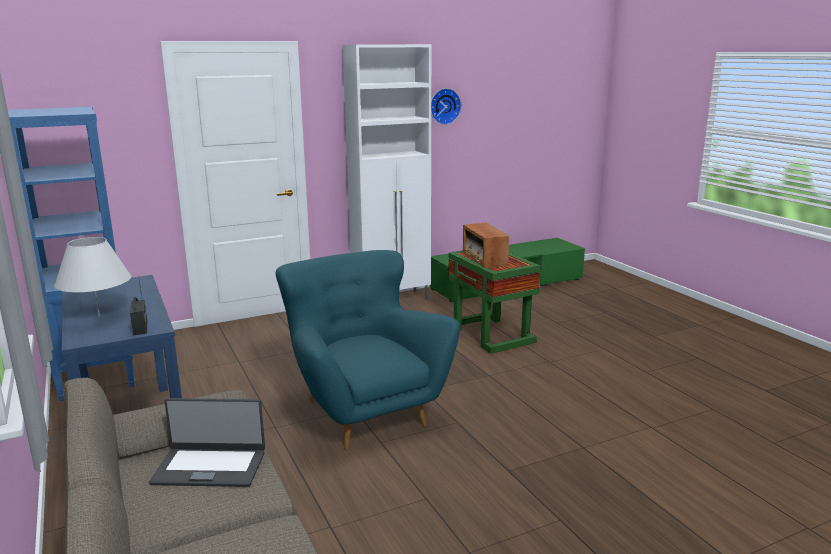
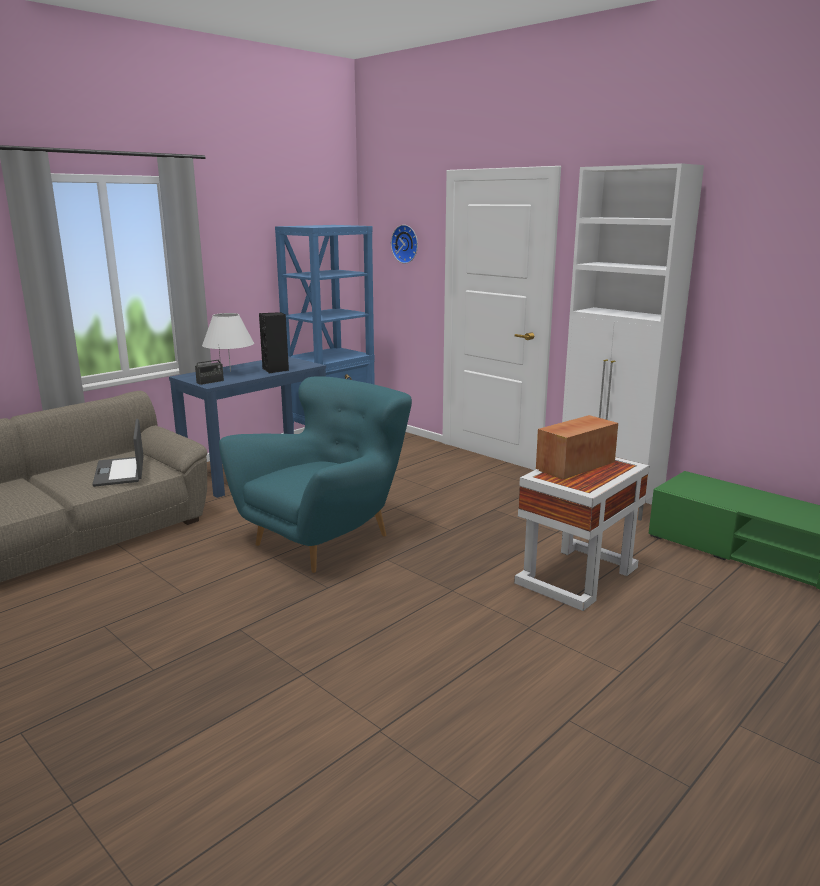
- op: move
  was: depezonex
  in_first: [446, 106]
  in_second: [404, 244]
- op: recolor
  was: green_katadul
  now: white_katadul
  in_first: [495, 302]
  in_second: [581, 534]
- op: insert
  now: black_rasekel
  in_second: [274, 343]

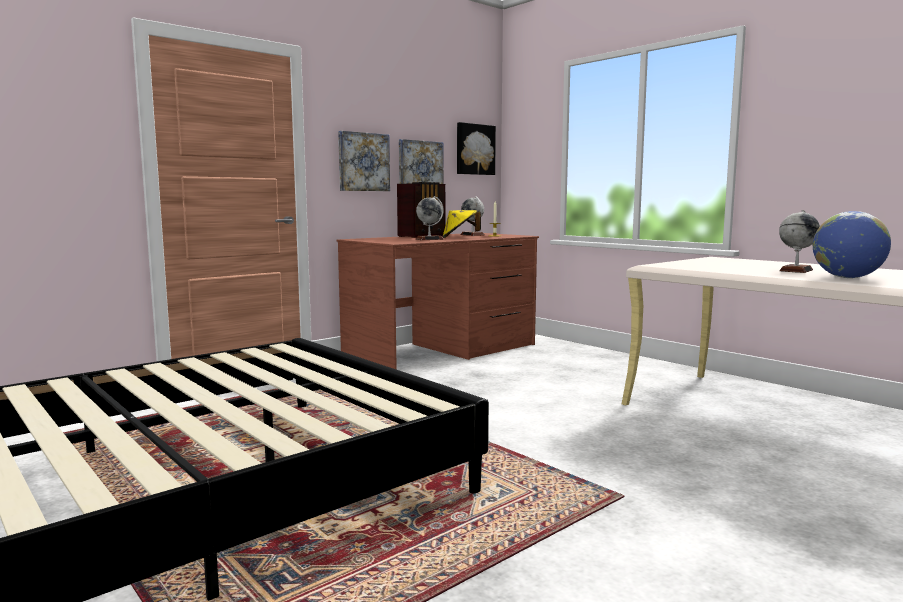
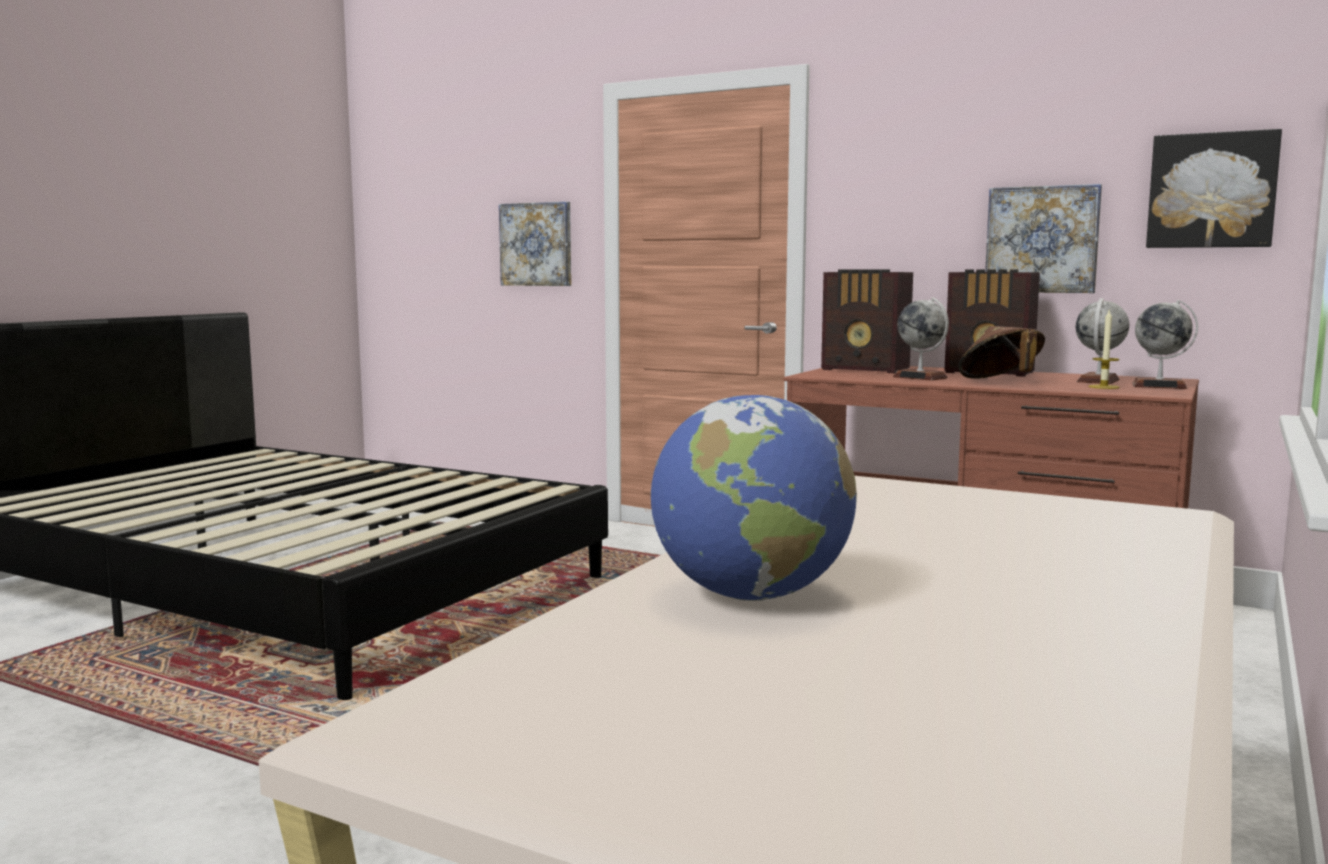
- op: move
  was: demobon
  in_first: [364, 161]
  in_second: [535, 244]
- op: recolor
  was: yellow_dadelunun
  now: brown_dadelunun
  in_first: [462, 224]
  in_second: [1002, 352]
- op: move
  was: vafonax
  in_first: [799, 241]
  in_second: [1165, 344]
- op: insert
  now: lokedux
  in_second: [867, 321]

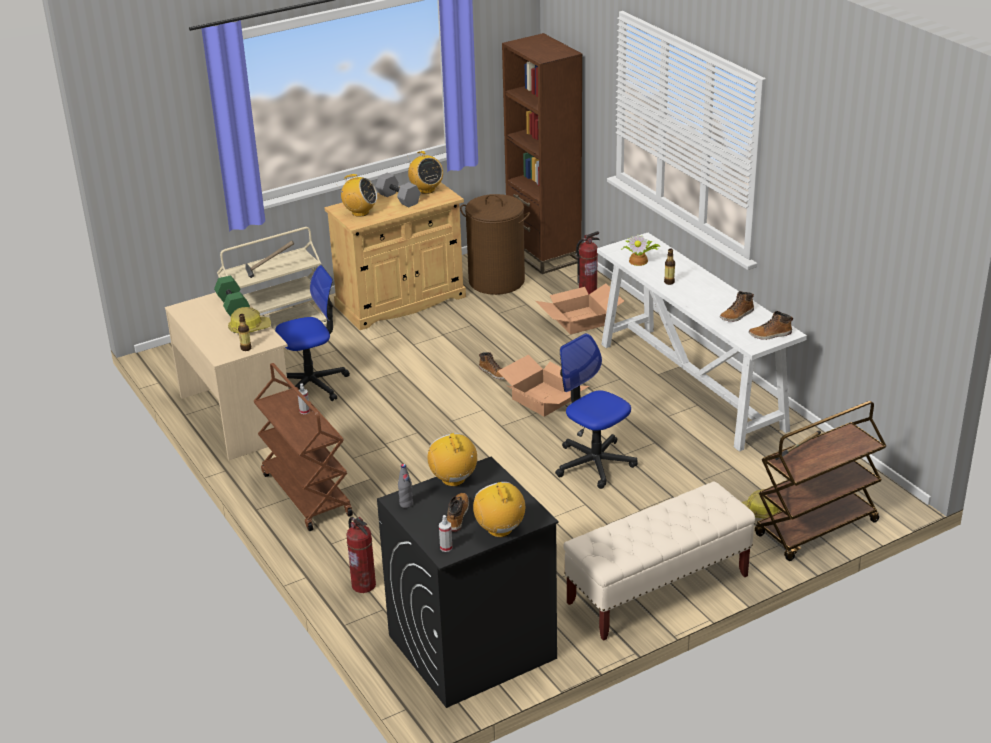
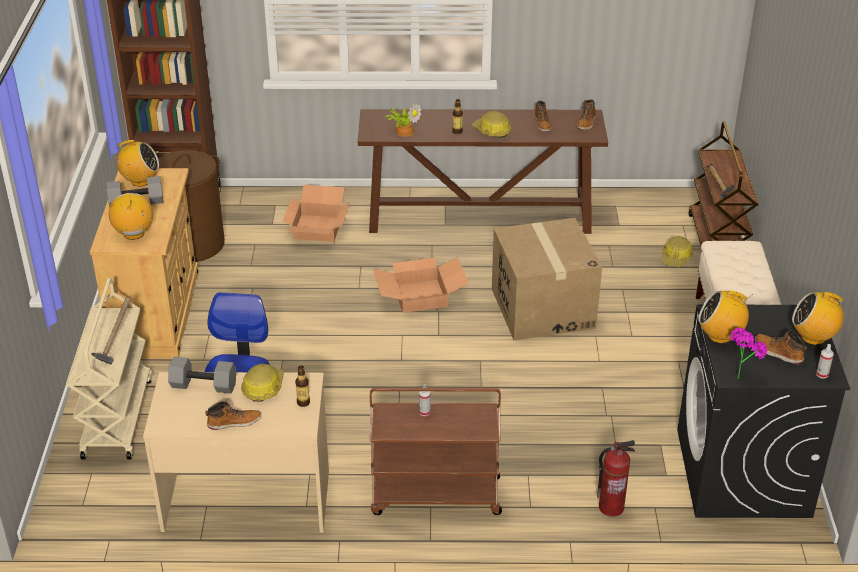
- op: rotate
  was: lokedux
  in_first: [356, 195]
  in_second: [131, 216]
  clockwise: -60
- op: delete
  was: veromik
  in_first: [588, 262]
- op: recolor
  was: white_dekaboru
  now: brown_dekaboru
  in_first: [702, 342]
  in_second: [483, 171]
- op: recolor
  was: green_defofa
  now: grey_defofa
  in_first: [232, 296]
  in_second: [202, 375]
- op: replace
  was: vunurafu
  now: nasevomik
  in_first: [596, 411]
  in_second: [547, 279]
- op: move
  was: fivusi
  in_first: [492, 365]
  in_second: [233, 416]
- op: replace
  was: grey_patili
  now: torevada
  in_first: [405, 486]
  in_second: [748, 353]
- op: insert
  now: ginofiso
  in_second: [491, 124]

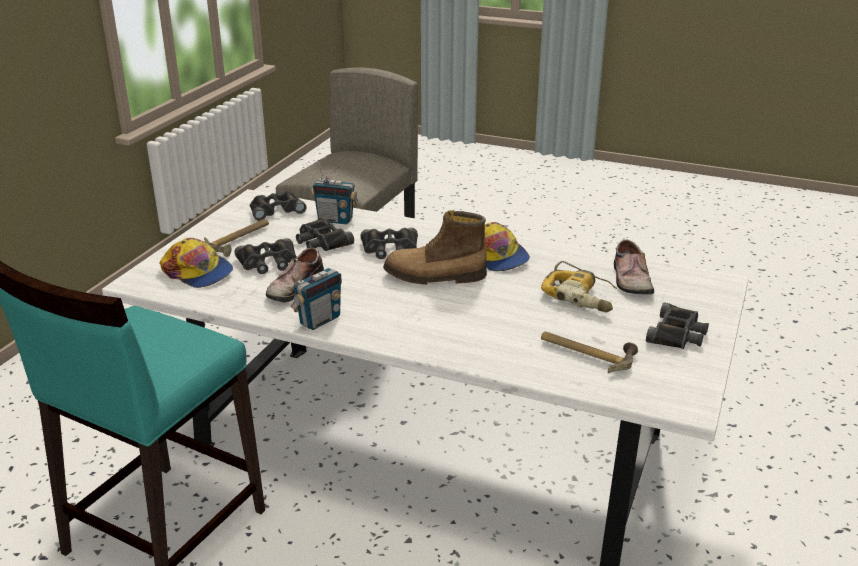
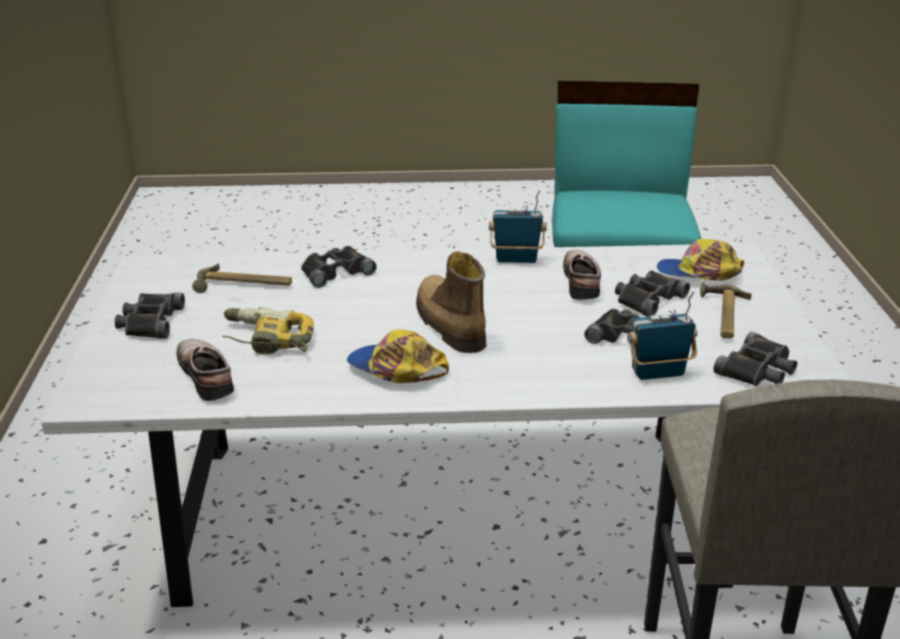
- op: rotate
  was: fivusi
  in_first: [435, 247]
  in_second: [451, 302]
  clockwise: -90
- op: move
  was: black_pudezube
  in_first: [389, 243]
  in_second: [339, 267]
- op: rotate
  was: lokedux
  in_first: [316, 294]
  in_second: [518, 226]
  clockwise: 75

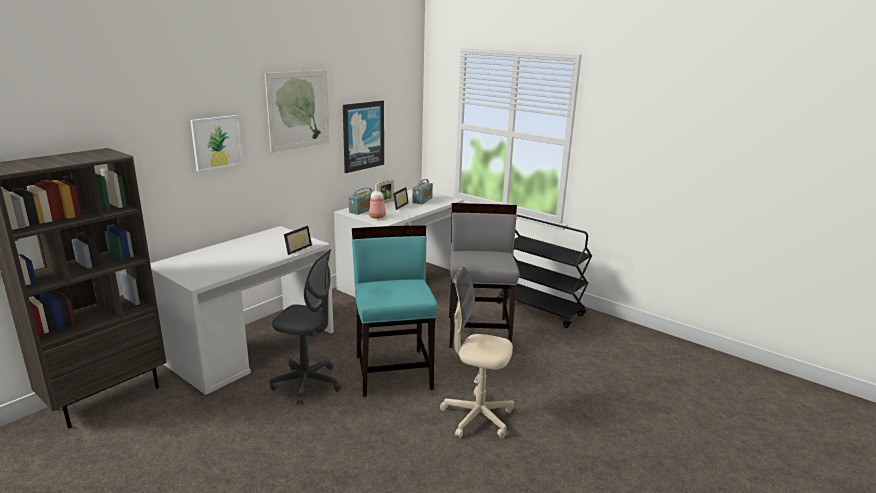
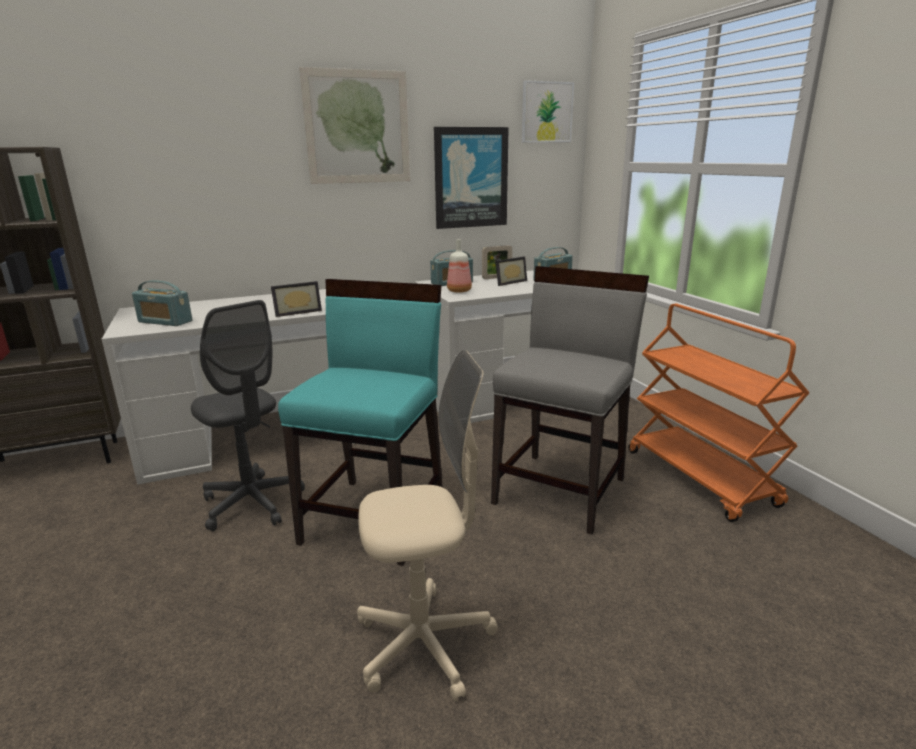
- op: move
  was: demobon
  in_first: [216, 143]
  in_second: [548, 111]
- op: recolor
  was: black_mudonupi
  now: orange_mudonupi
  in_first: [544, 271]
  in_second: [719, 413]
- op: rotate
  was: beige_vunurafu
  in_first: [477, 352]
  in_second: [427, 525]
  clockwise: 120
- op: insert
  now: lokedux
  in_second: [162, 303]

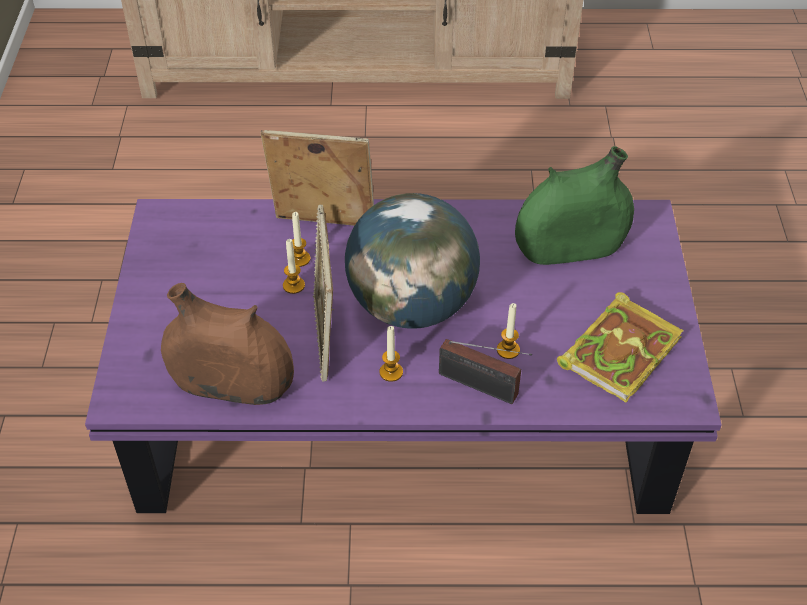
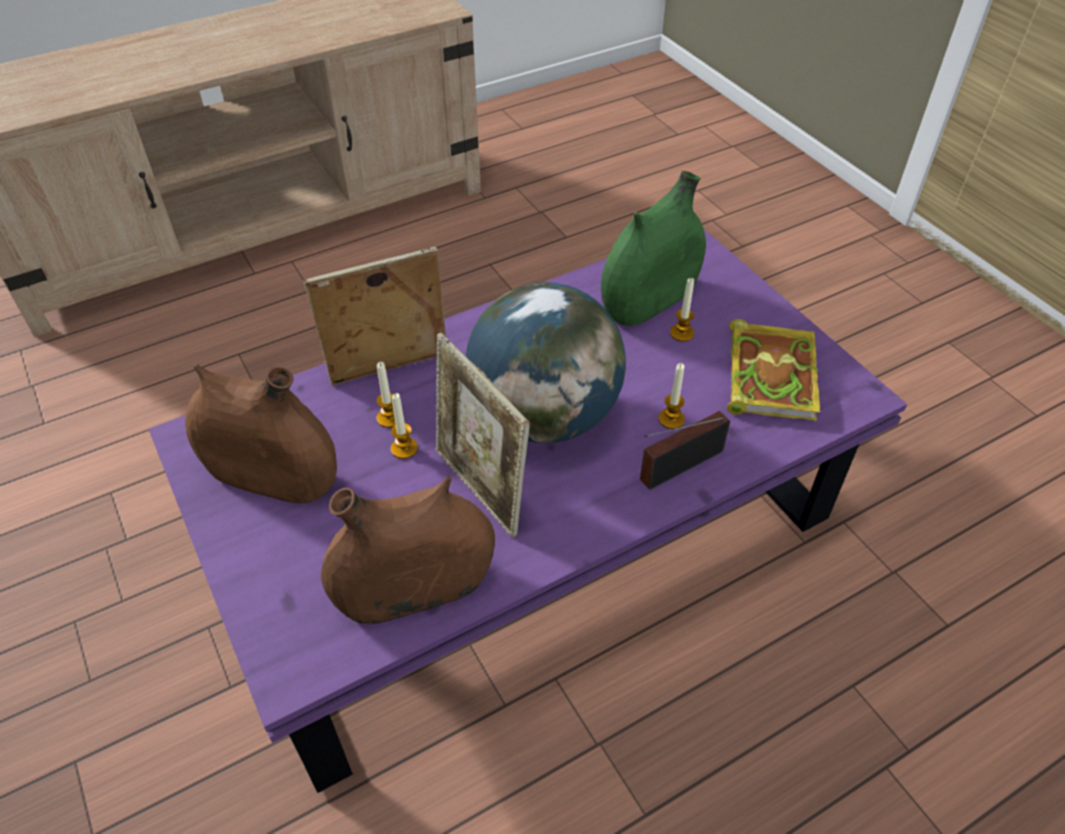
- op: move
  was: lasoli
  in_first: [391, 354]
  in_second: [682, 310]
- op: rotate
  was: lokedux
  in_first: [485, 371]
  in_second: [685, 450]
  clockwise: 150
- op: insert
  now: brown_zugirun
  in_second: [261, 434]

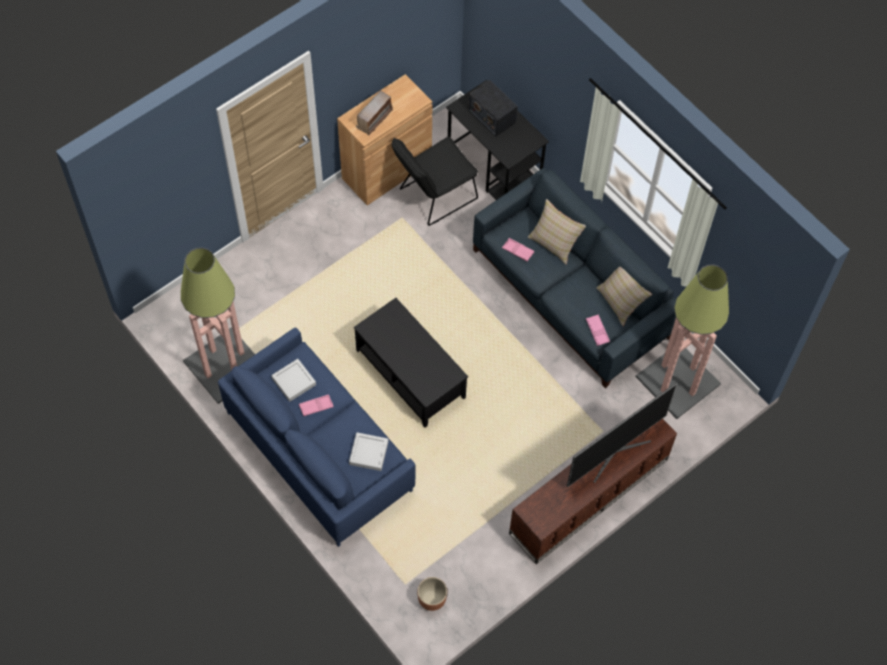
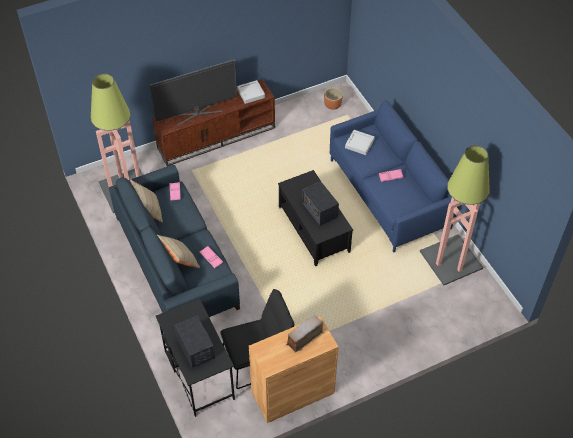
- op: move
  was: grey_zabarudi
  in_first: [293, 380]
  in_second: [251, 92]
- op: insert
  now: lokedux
  in_second: [320, 203]

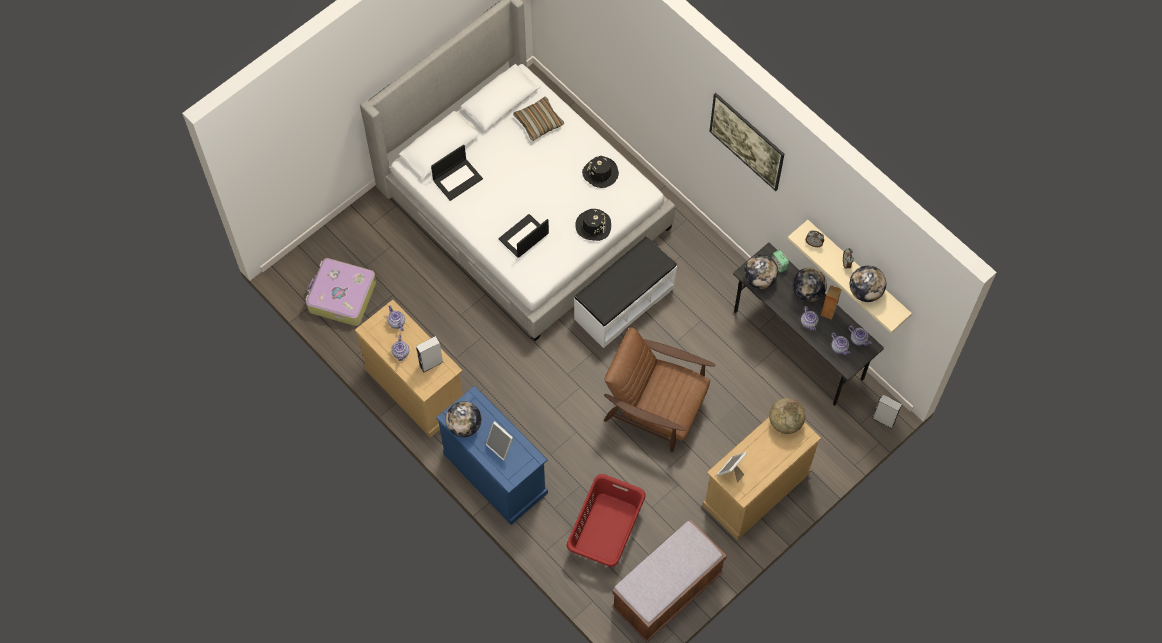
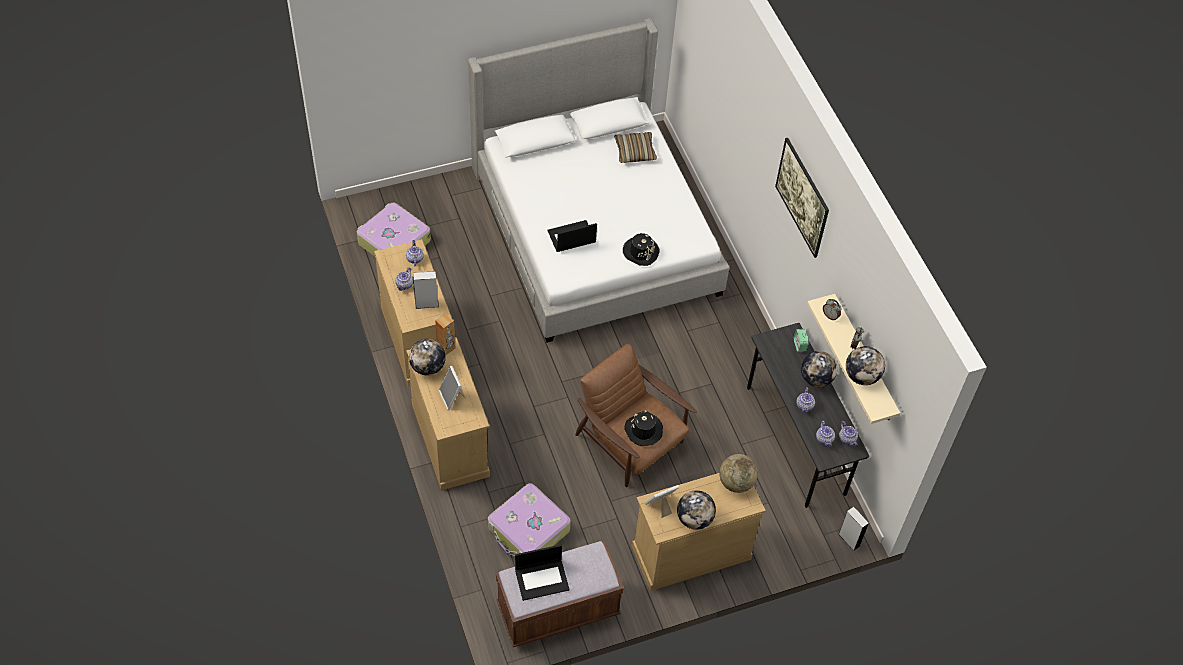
- op: move
  was: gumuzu
  in_first: [457, 172]
  in_second: [542, 573]
- op: move
  was: black_dadelunun
  in_first: [600, 171]
  in_second: [643, 428]
- op: delete
  was: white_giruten
  in_first: [625, 292]
- op: move
  was: vafonax
  in_first: [761, 272]
  in_second: [696, 510]
- op: move
  was: brown_rasekel
  in_first: [831, 302]
  in_second: [445, 334]
- op: recolor
  was: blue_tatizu
  now: beige_tatizu
  in_first: [492, 455]
  in_second: [448, 414]
- op: replace
  was: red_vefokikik
  now: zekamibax
  in_first: [606, 520]
  in_second: [529, 519]

